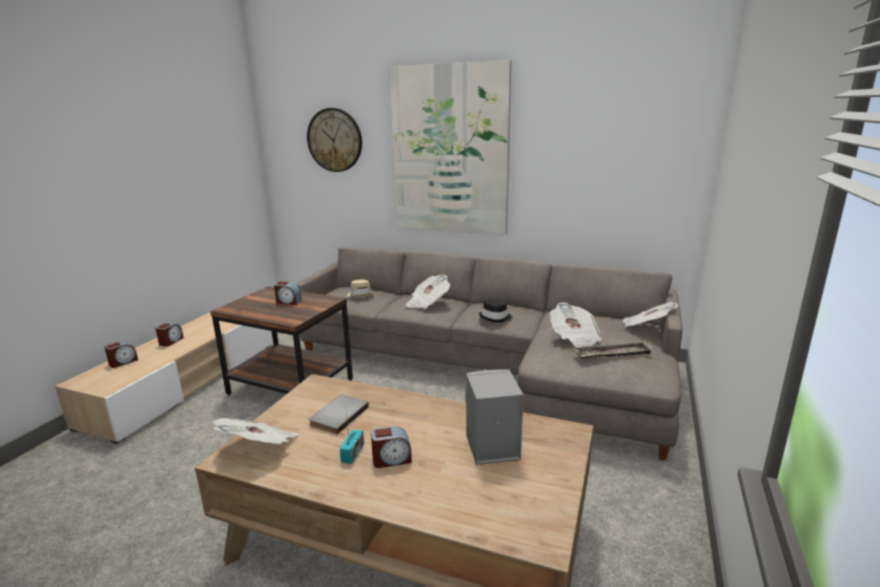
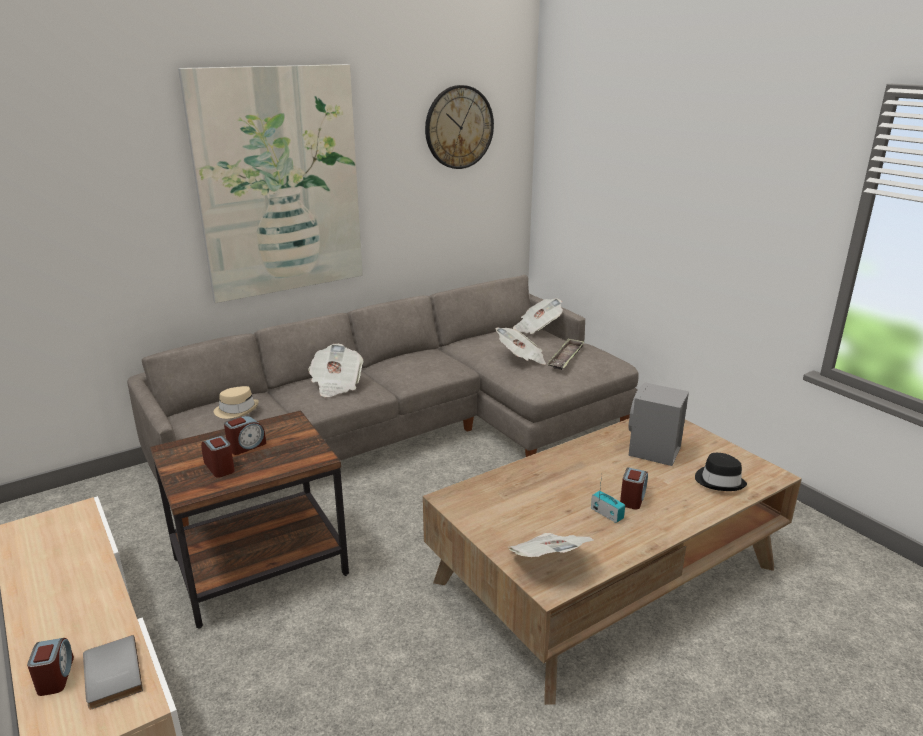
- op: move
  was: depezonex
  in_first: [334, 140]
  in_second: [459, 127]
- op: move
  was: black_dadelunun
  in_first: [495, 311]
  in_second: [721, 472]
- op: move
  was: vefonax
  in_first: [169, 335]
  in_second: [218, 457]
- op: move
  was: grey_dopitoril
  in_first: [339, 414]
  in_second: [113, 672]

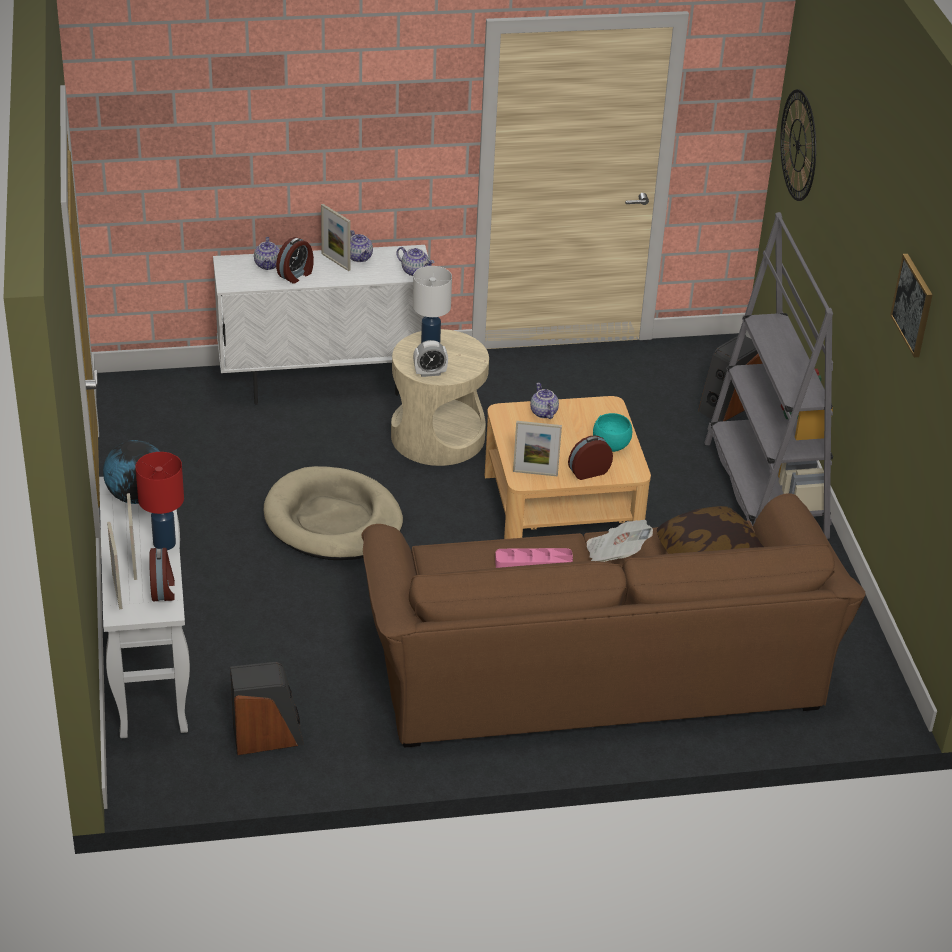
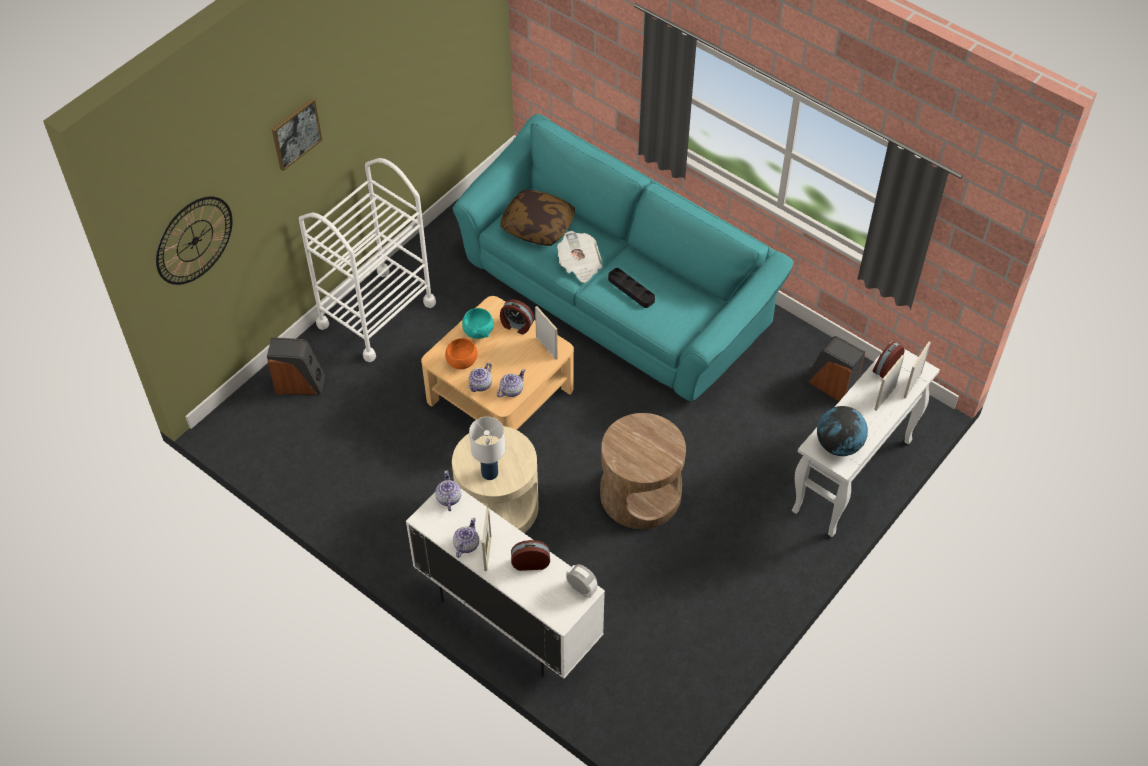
- op: replace
  was: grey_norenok
  now: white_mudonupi
  in_first: [768, 375]
  in_second: [367, 260]
- op: move
  was: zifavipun
  in_first: [267, 253]
  in_second: [511, 383]
- op: move
  was: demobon
  in_first: [911, 305]
  in_second: [297, 134]
- op: move
  was: vefonax
  in_first: [430, 358]
  in_second: [581, 581]
- op: delete
  was: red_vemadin
  in_first: [159, 501]
- op: replace
  was: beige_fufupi
  now: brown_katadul
  in_first: [333, 513]
  in_second: [643, 471]
- op: recolor
  was: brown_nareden
  now: turquoise_nareden
  in_first: [613, 620]
  in_second: [623, 258]
- op: recolor
  was: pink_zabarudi
  now: black_zabarudi
  in_first: [534, 558]
  in_second: [631, 288]
- op: insert
  now: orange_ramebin
  in_second: [461, 353]

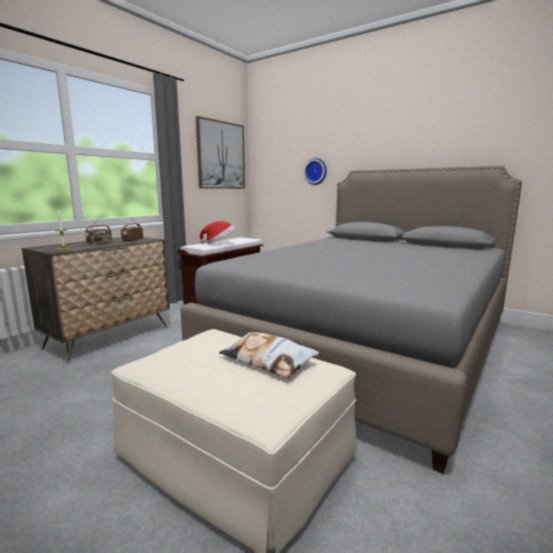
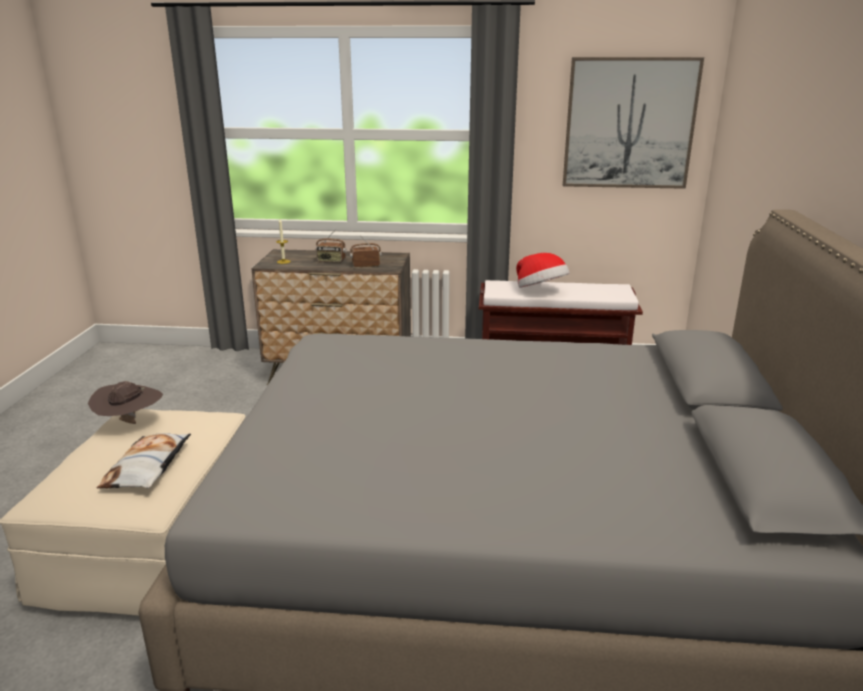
- op: delete
  was: depezonex
  in_first: [315, 171]
- op: insert
  now: brown_dadelunun
  in_second: [125, 402]

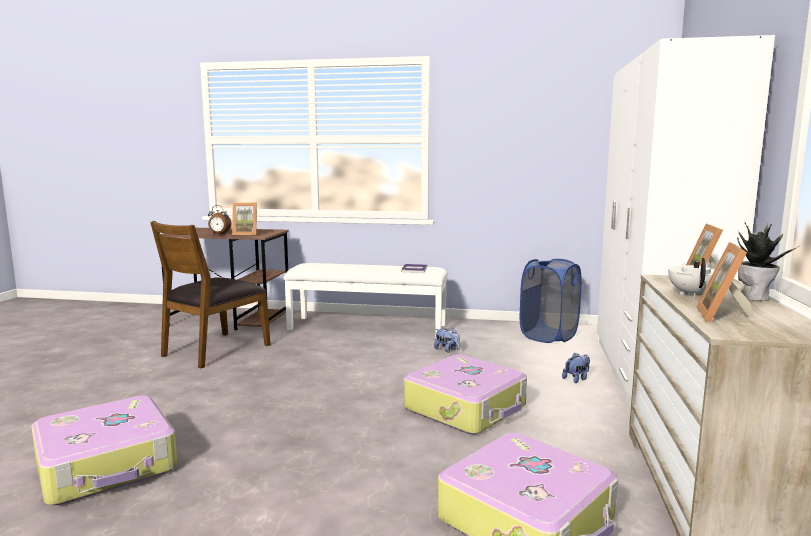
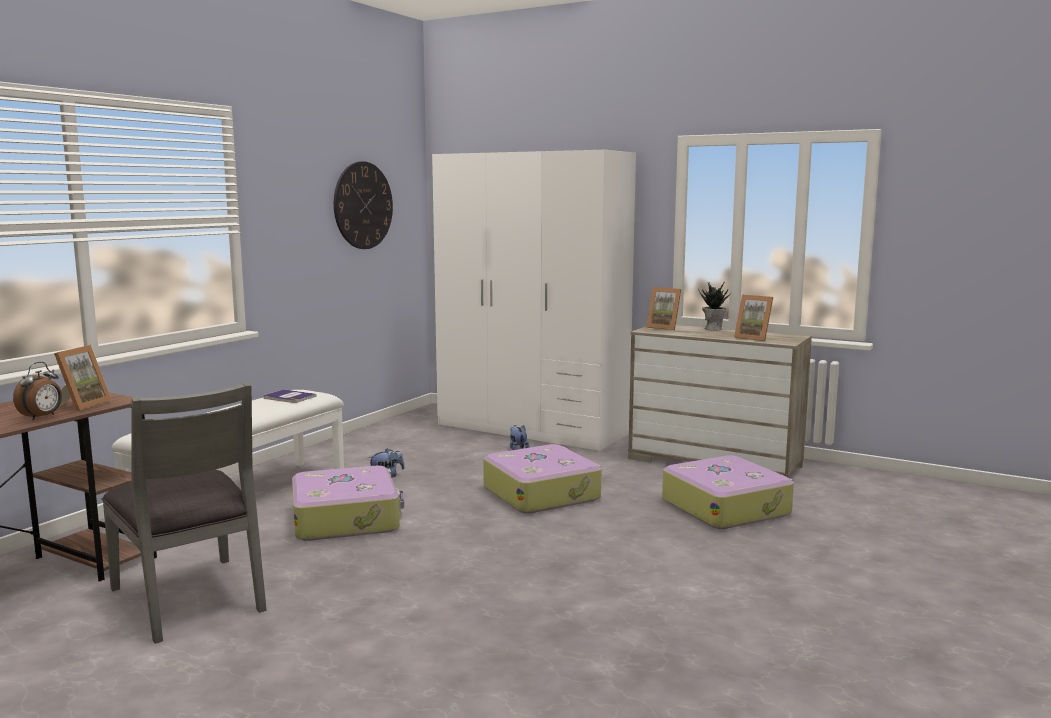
- op: recolor
  was: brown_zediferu
  now: grey_zediferu
  in_first: [210, 294]
  in_second: [184, 513]
- op: delete
  was: white_zifavipun
  in_first: [691, 277]
- op: delete
  was: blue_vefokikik
  in_first: [551, 301]
- op: move
  was: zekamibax
  in_first: [104, 450]
  in_second: [348, 503]
- op: insert
  now: depezonex
  in_second: [363, 205]

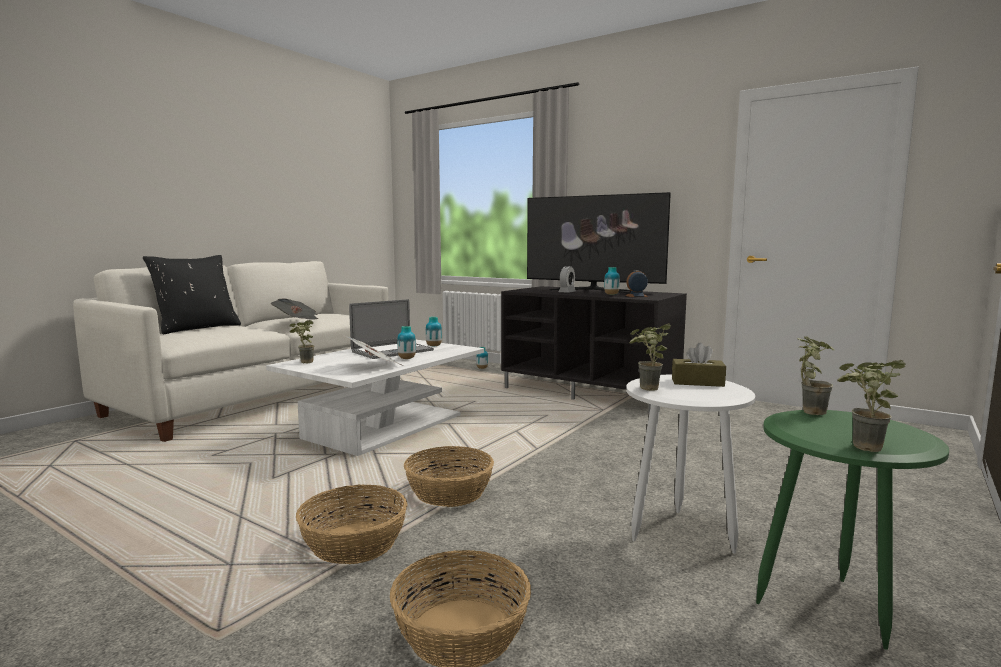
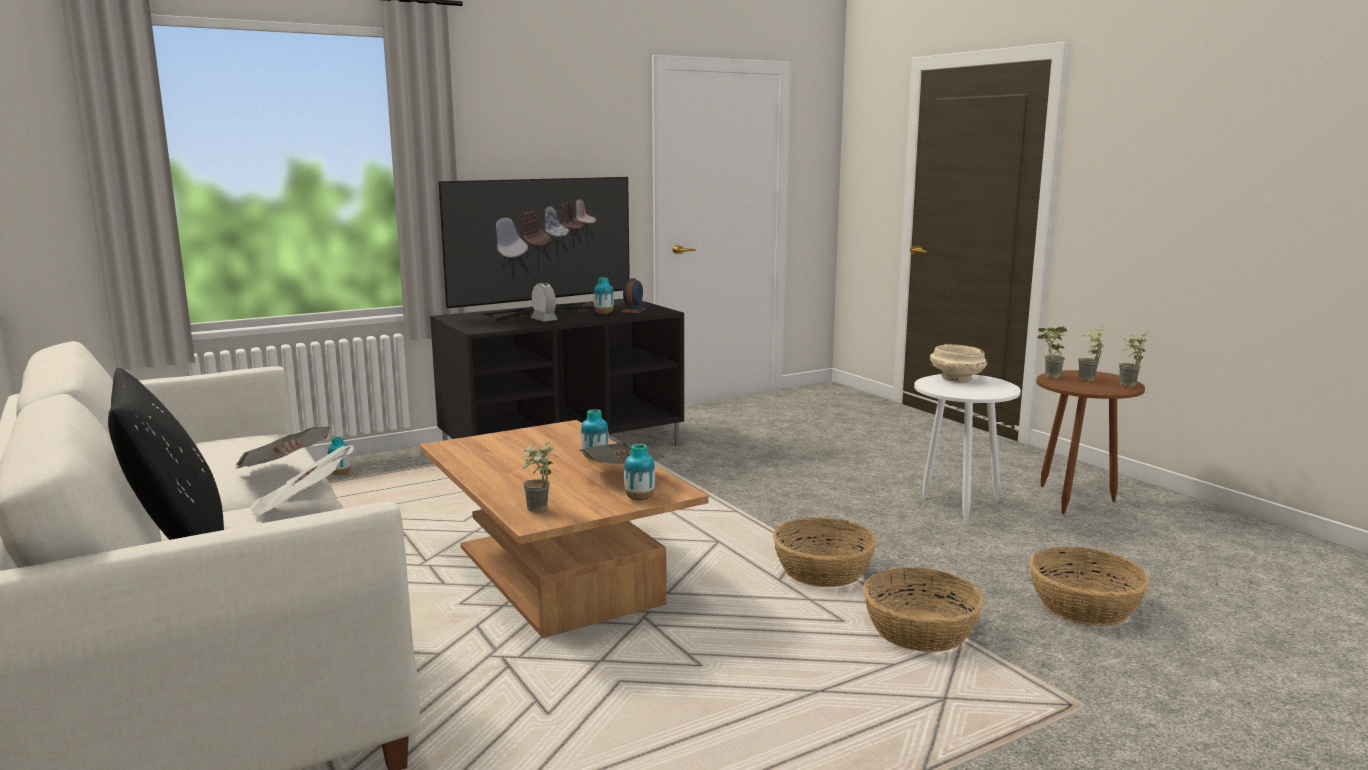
- op: delete
  was: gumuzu
  in_first: [391, 329]
- op: move
  was: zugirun
  in_first: [434, 332]
  in_second: [639, 472]
- op: move
  was: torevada
  in_first: [650, 357]
  in_second: [1093, 353]
- op: recolor
  was: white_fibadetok
  now: brown_fibadetok
  in_first: [375, 398]
  in_second: [564, 529]
- op: replace
  was: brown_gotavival
  now: beige_ramebin
  in_first: [699, 365]
  in_second: [958, 363]
- op: recolor
  was: green_katadul
  now: brown_katadul
  in_first: [852, 530]
  in_second: [1090, 442]
- op: insert
  now: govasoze
  in_second: [302, 482]

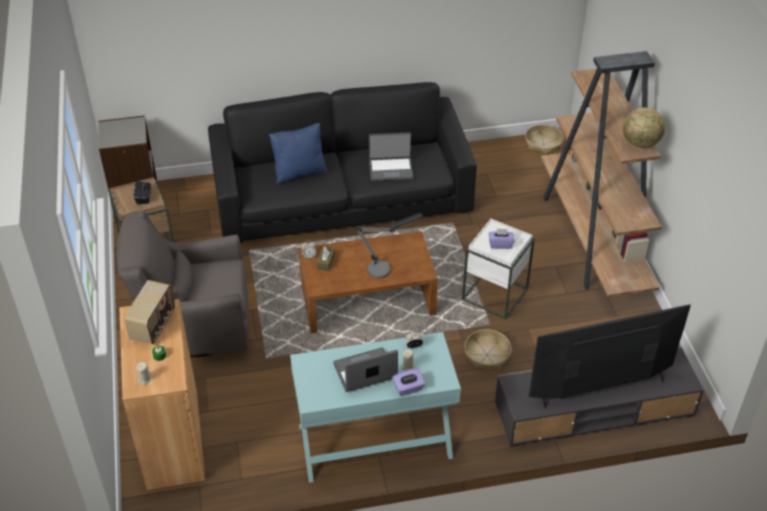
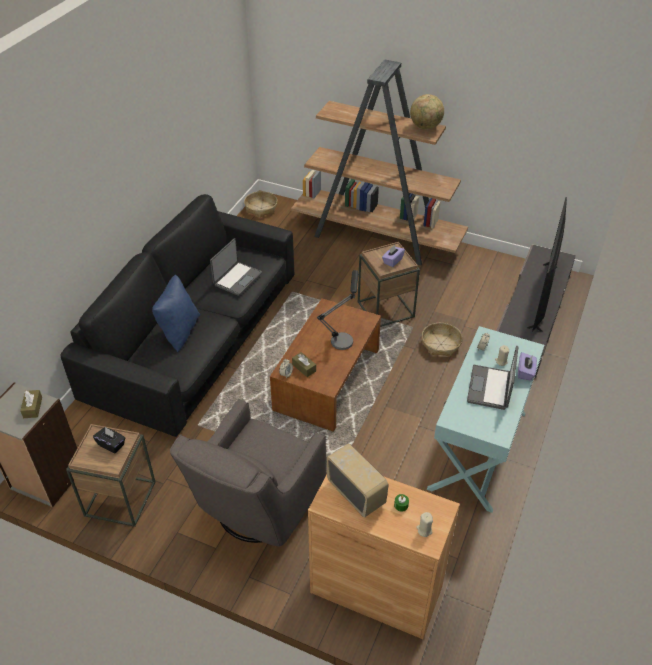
- op: recolor
  was: white_katadul
  now: brown_katadul
  in_first: [498, 269]
  in_second: [389, 284]
- op: insert
  now: brown_gotavival
  in_second: [31, 404]

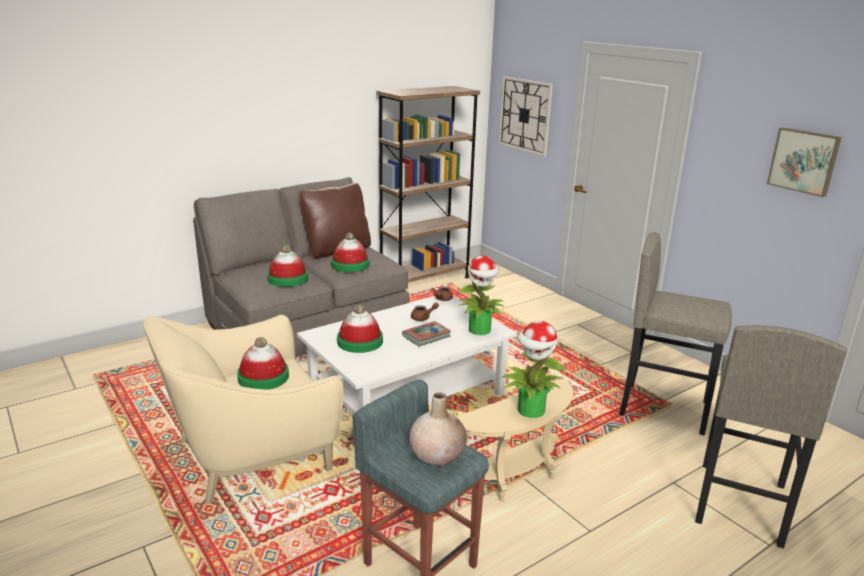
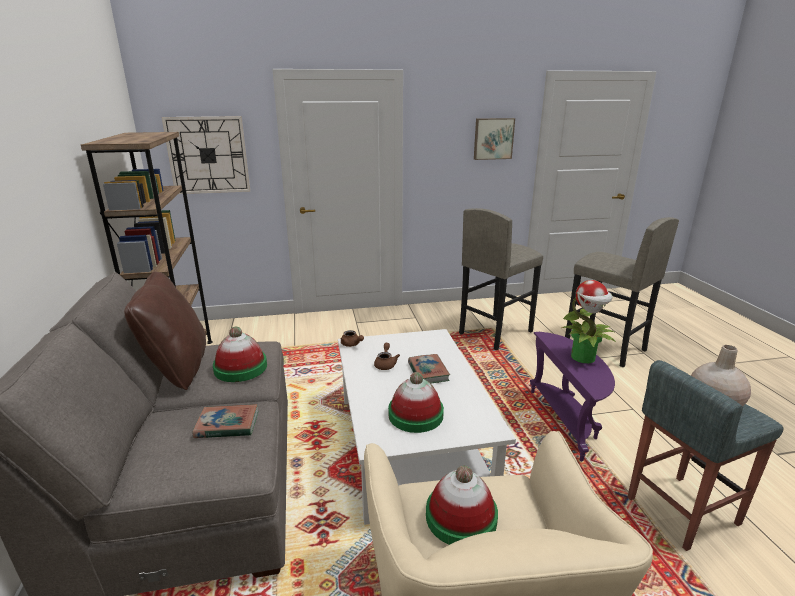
- op: replace
  was: dadelunun
  now: dopitoril
  in_first: [287, 266]
  in_second: [225, 421]
- op: delete
  was: torevada
  in_first: [481, 295]
- op: recolor
  was: beige_katadul
  now: purple_katadul
  in_first: [515, 440]
  in_second: [572, 396]

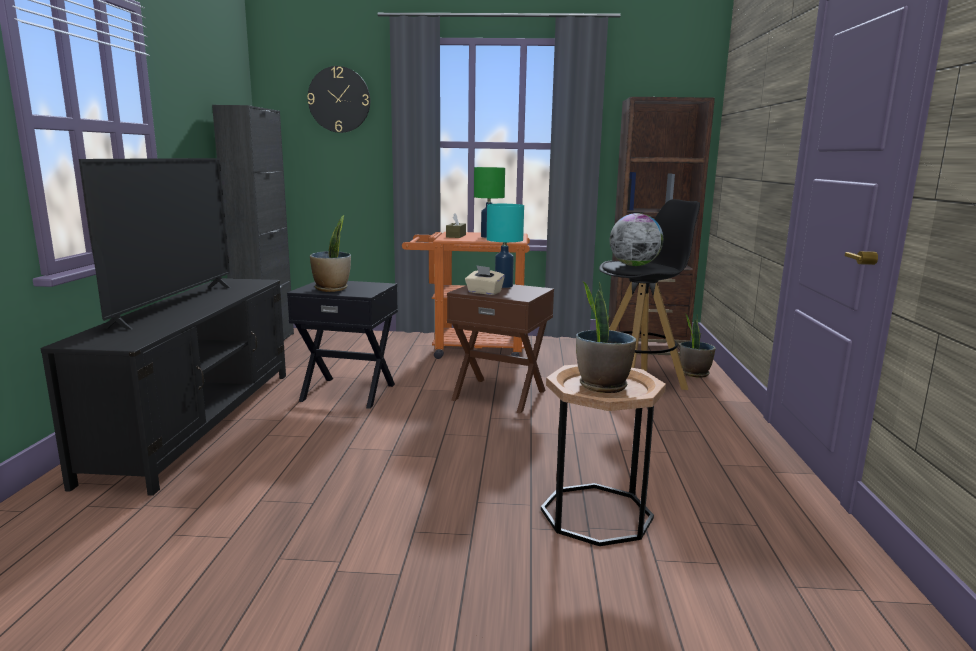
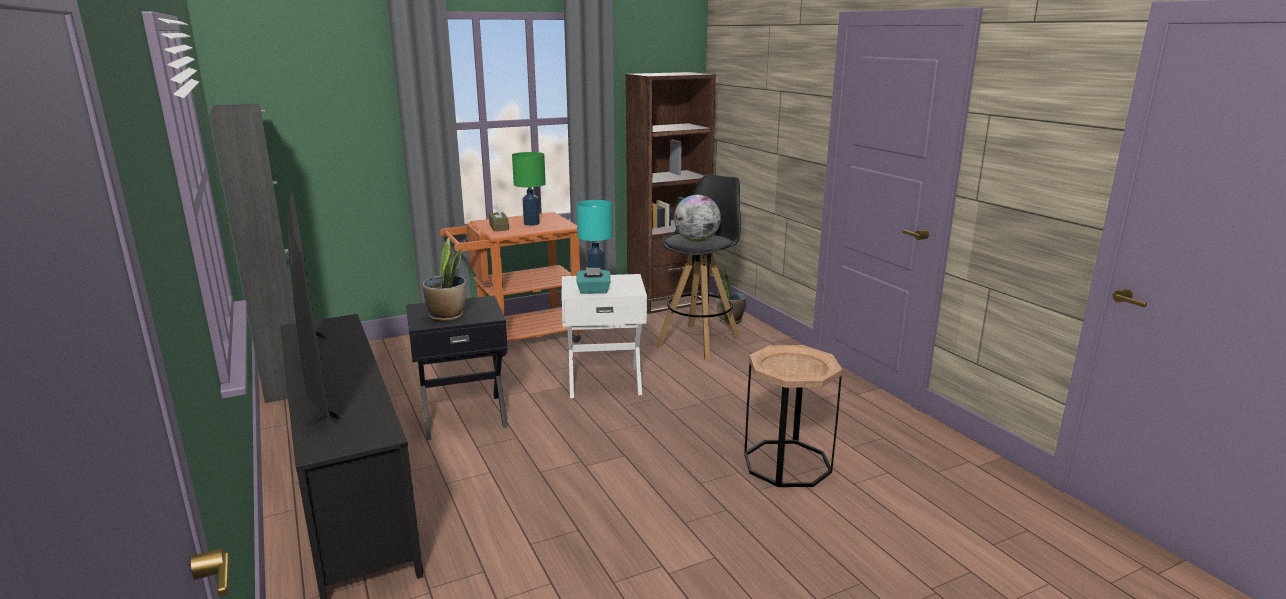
- op: delete
  was: depezonex
  in_first: [338, 99]
- op: recolor
  was: beige_gotavival
  now: turquoise_gotavival
  in_first: [485, 280]
  in_second: [593, 281]
- op: delete
  was: torevada
  in_first: [606, 337]
- op: recolor
  was: brown_katadul
  now: white_katadul
  in_first: [500, 349]
  in_second: [604, 336]

